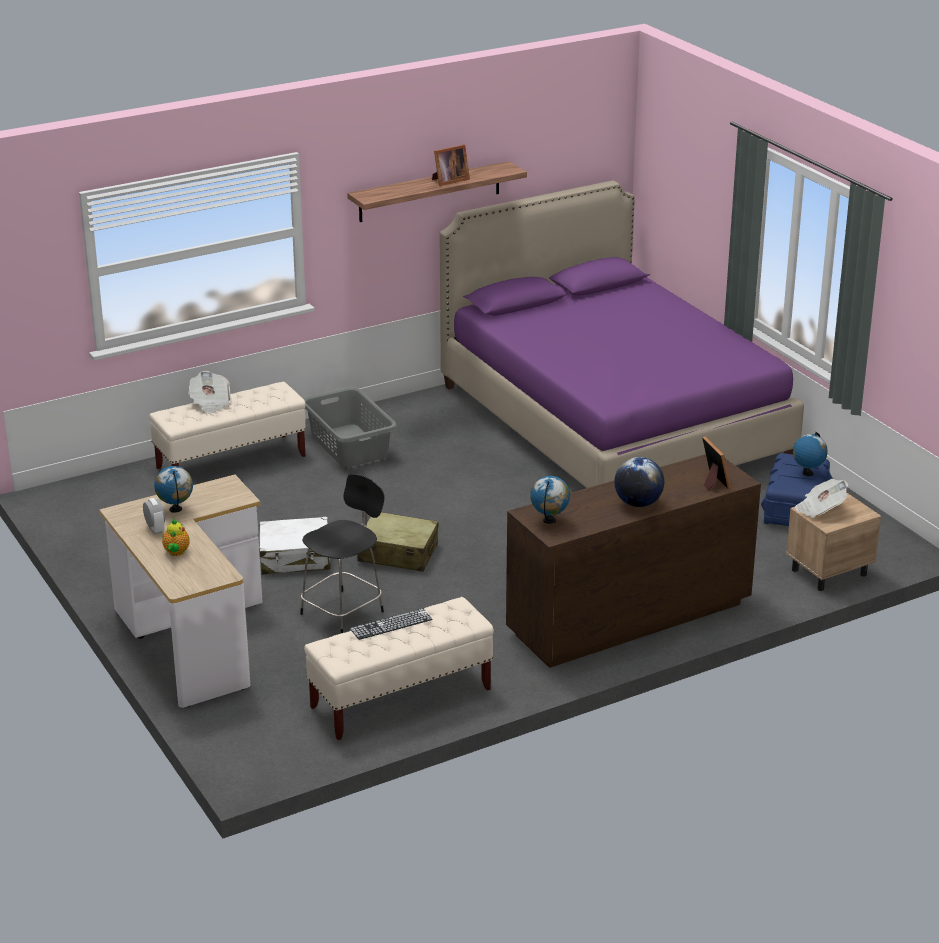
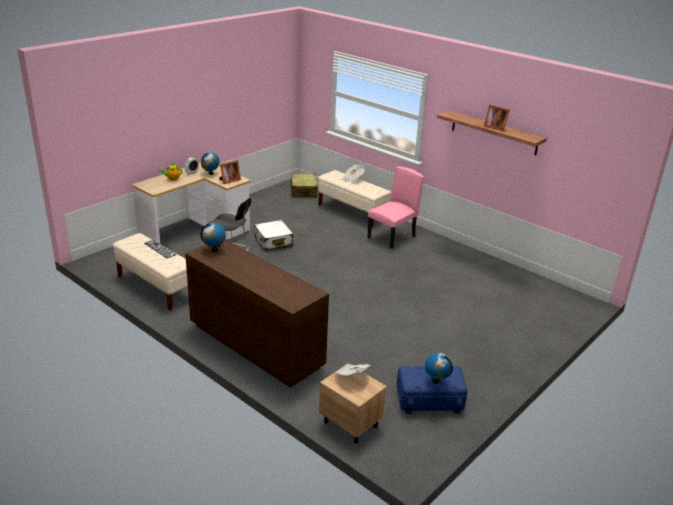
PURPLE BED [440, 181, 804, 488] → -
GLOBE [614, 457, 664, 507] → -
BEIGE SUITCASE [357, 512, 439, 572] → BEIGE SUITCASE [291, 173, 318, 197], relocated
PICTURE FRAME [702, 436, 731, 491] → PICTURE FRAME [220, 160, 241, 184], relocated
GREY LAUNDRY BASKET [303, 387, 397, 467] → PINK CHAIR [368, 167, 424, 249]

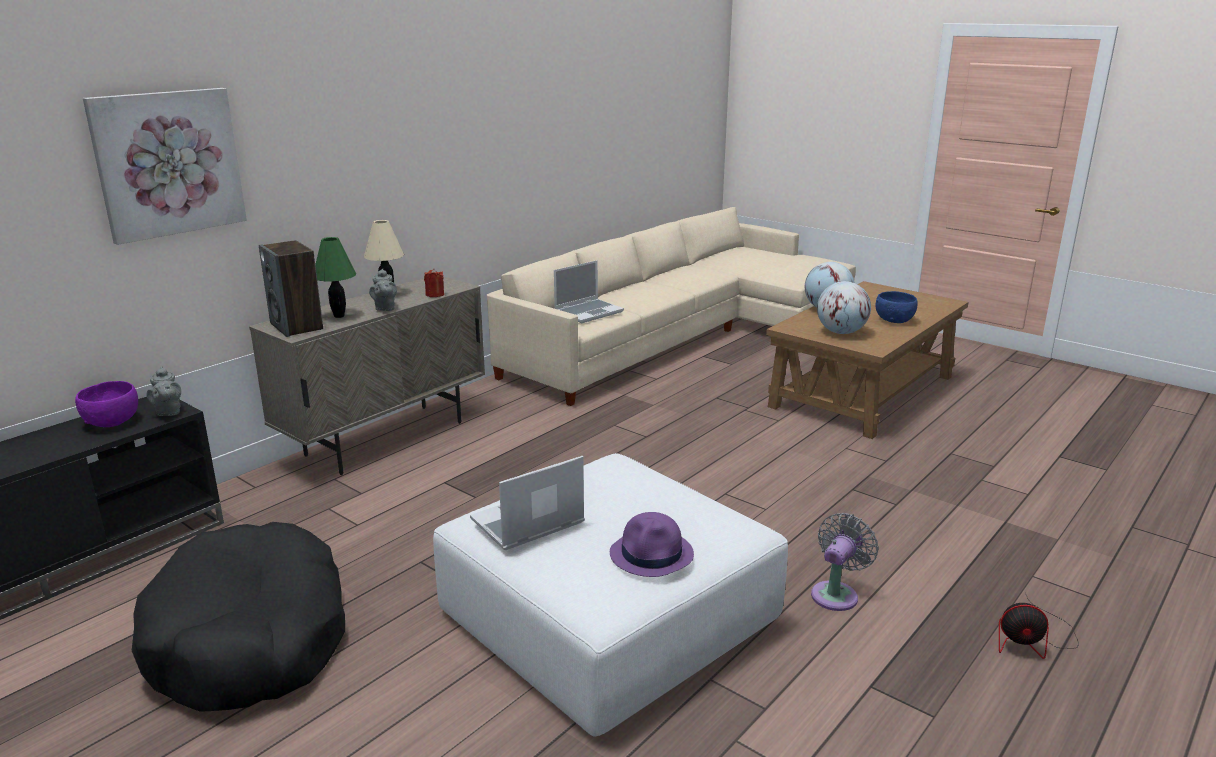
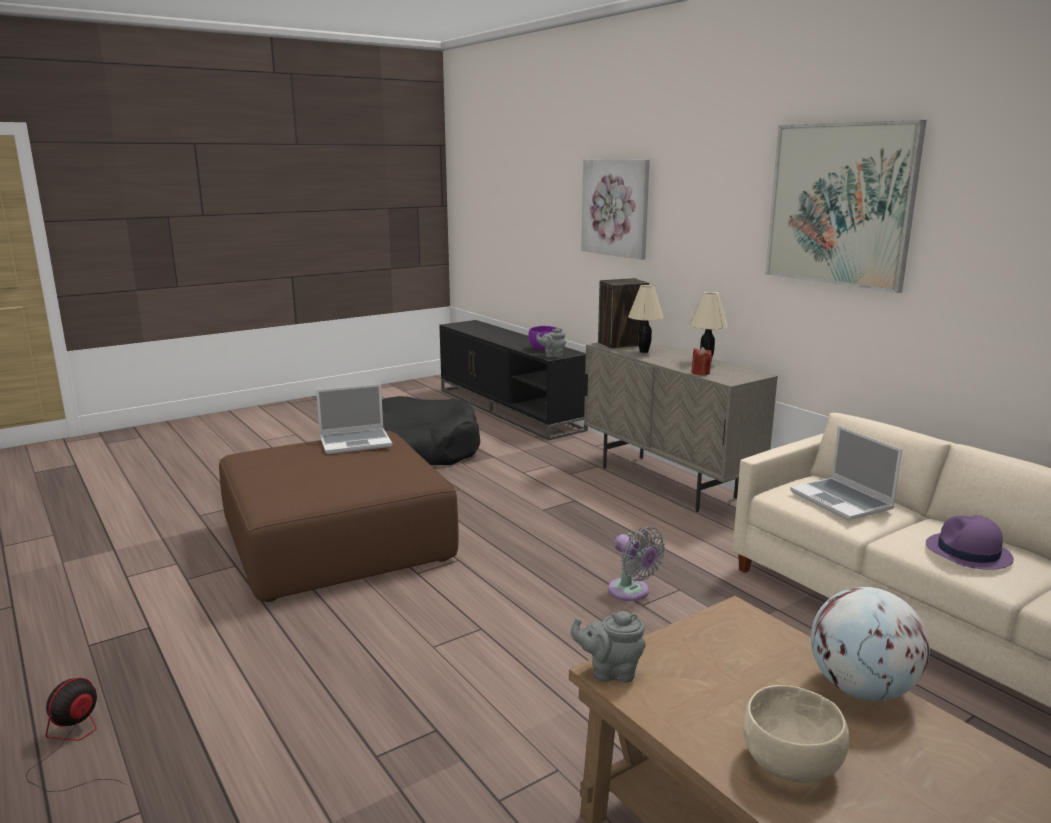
GLOBE [817, 281, 871, 334] → -
- → PICTURE [765, 120, 926, 293]
GREY TEAPOT [369, 269, 397, 311] → GREY TEAPOT [571, 611, 646, 683], relocated
PURPLE HAT [610, 512, 694, 577] → PURPLE HAT [926, 515, 1014, 570], relocated
GREY FAN [811, 513, 879, 611] → GREY FAN [608, 527, 666, 601], relocated
GREEN TABLE LAMP [315, 237, 356, 318] → BEIGE TABLE LAMP [628, 285, 663, 353]
WHITE OTTOMAN [433, 453, 788, 737] → BROWN OTTOMAN [219, 431, 458, 602]
BLUE BOWL [876, 291, 918, 323] → BEIGE BOWL [742, 685, 849, 783]
LAPTOP [470, 456, 585, 550] → LAPTOP [316, 384, 392, 454], 90 degrees clockwise

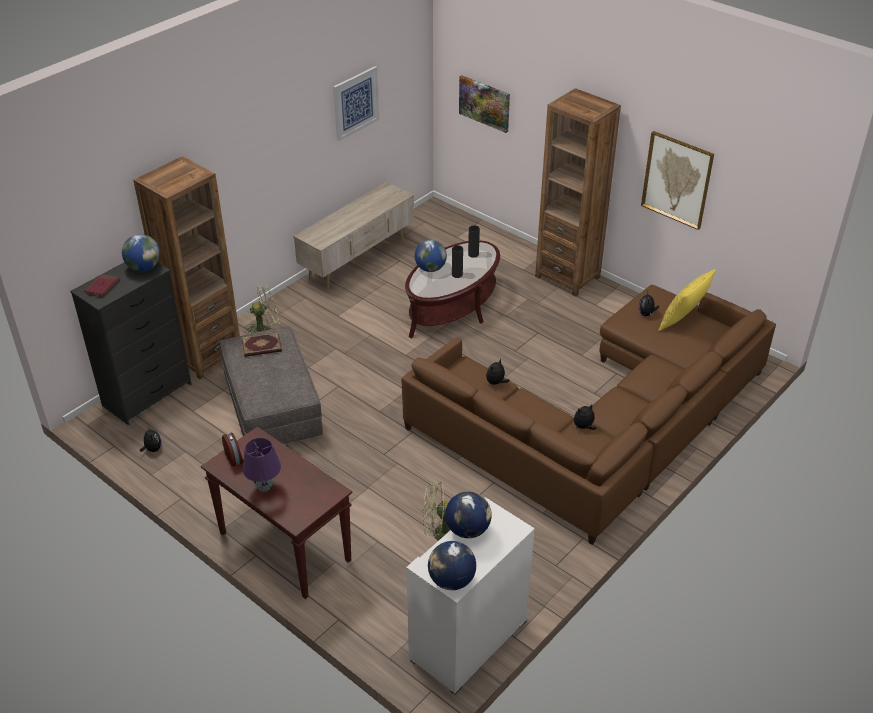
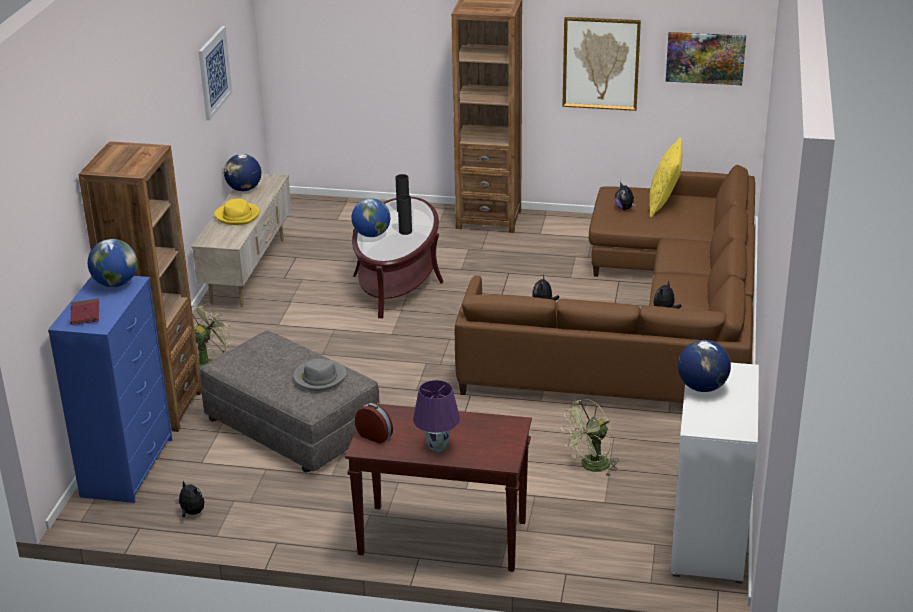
BOOK [242, 332, 282, 357] → -
- → YELLOW HAT [214, 199, 260, 225]
- → GREY HAT [293, 359, 346, 391]
GLOBE [428, 541, 476, 590] → GLOBE [224, 154, 261, 191], relocated
PICTURE [459, 75, 510, 133] → PICTURE [666, 32, 746, 85], relocated
BLACK DRESSER [70, 262, 192, 425] → BLUE DRESSER [48, 276, 173, 503]

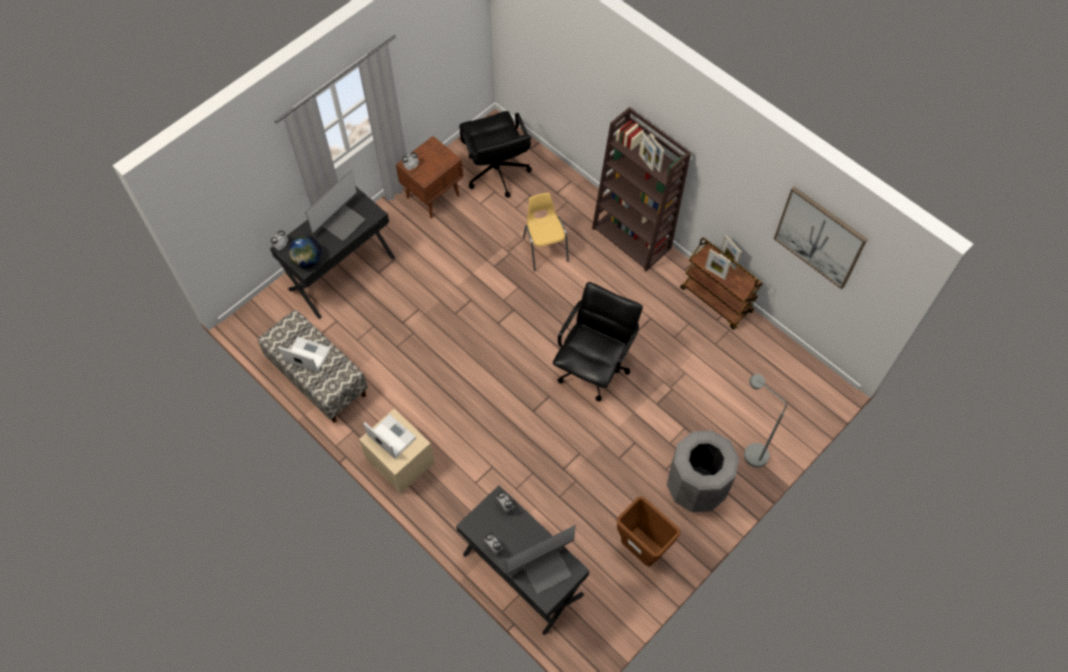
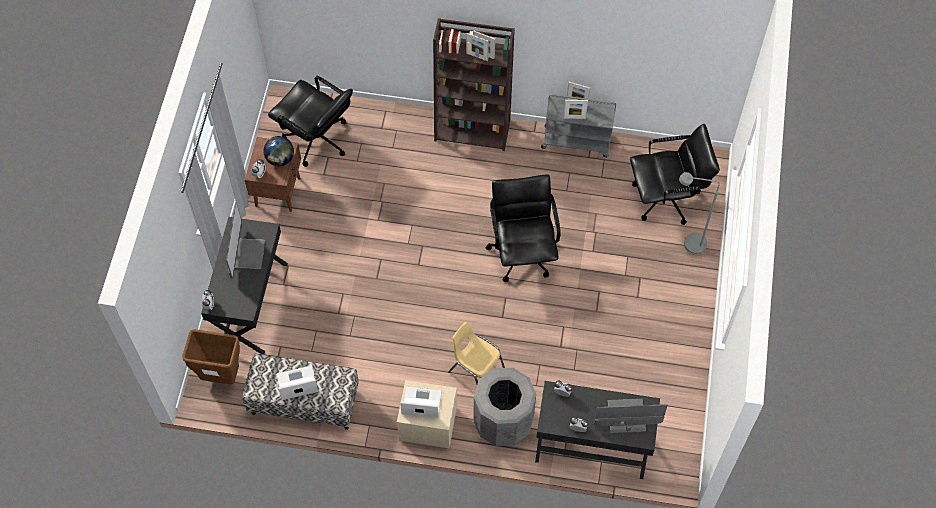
PICTURE [774, 187, 868, 289] → -
- → BLACK OFFICE CHAIR [630, 124, 720, 225]
GLOBE [289, 236, 321, 268] → GLOBE [264, 136, 294, 166], relocated
YELLOW CHAIR [523, 193, 569, 271] → YELLOW CHAIR [448, 322, 505, 384], relocated
BROWN TRASH CAN [617, 496, 681, 566] → BROWN TRASH CAN [182, 329, 240, 385], relocated
GREY TRASH CAN [667, 430, 739, 512] → GREY TRASH CAN [474, 368, 536, 446], relocated
BROWN CART [680, 238, 763, 330] → GREY CART [541, 94, 616, 157]
MONITOR [506, 525, 576, 594] → MONITOR [594, 399, 668, 433], 120 degrees counterclockwise

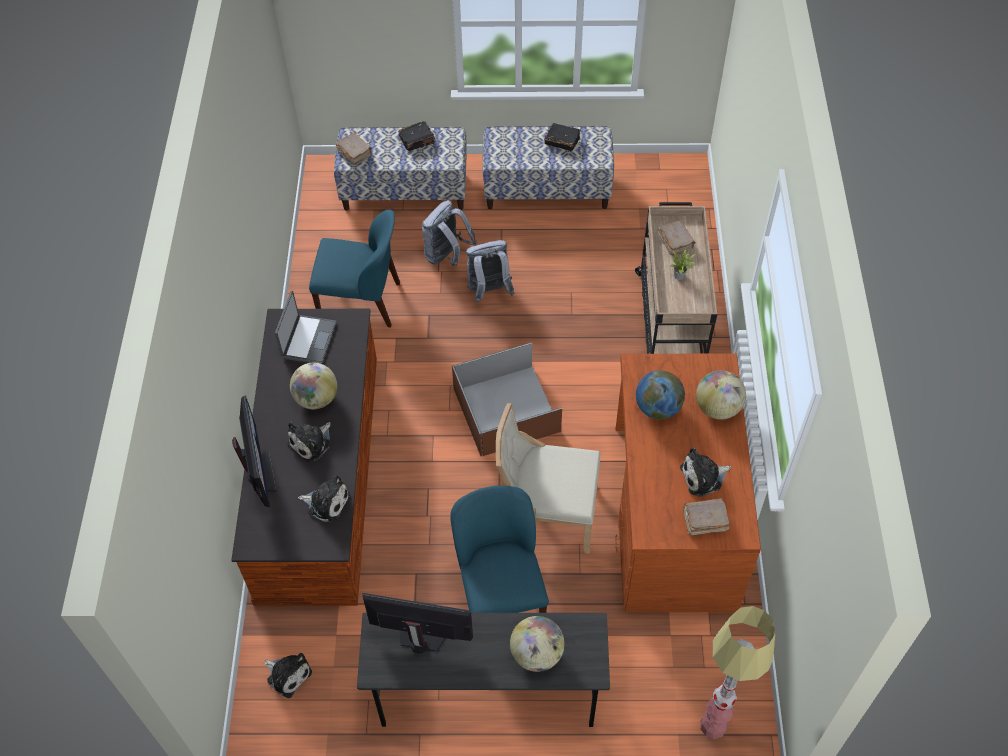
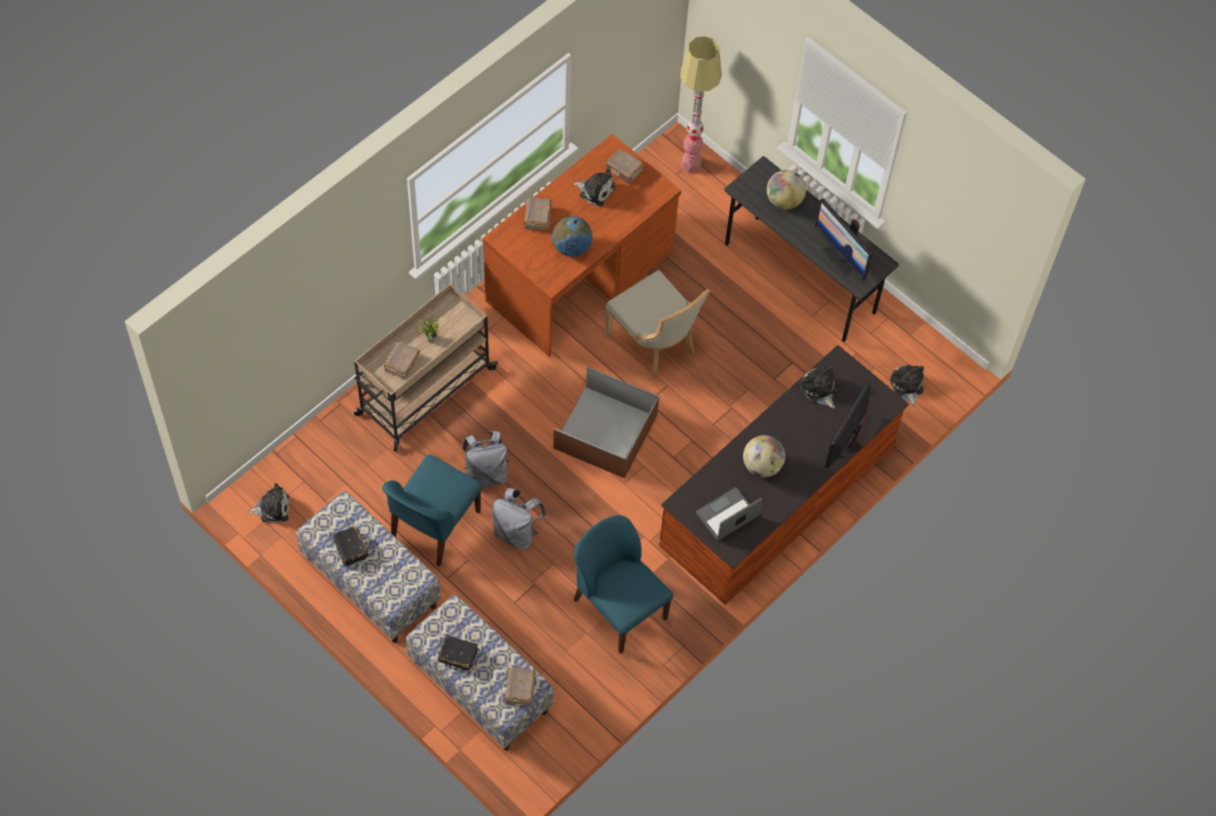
PLUSH TOY [287, 422, 331, 462] → PLUSH TOY [248, 483, 289, 523], relocated
GREY BACKPACK [422, 201, 477, 267] → GREY BACKPACK [462, 431, 509, 487], relocated
BLUE CHAIR [450, 485, 549, 613] → BLUE CHAIR [382, 454, 482, 567], relocated
GLOBE [696, 370, 746, 420] → BROWN BOOK [524, 197, 552, 231]

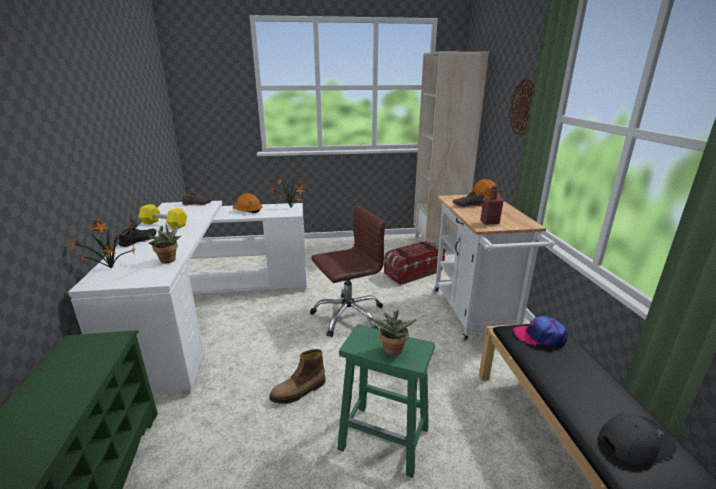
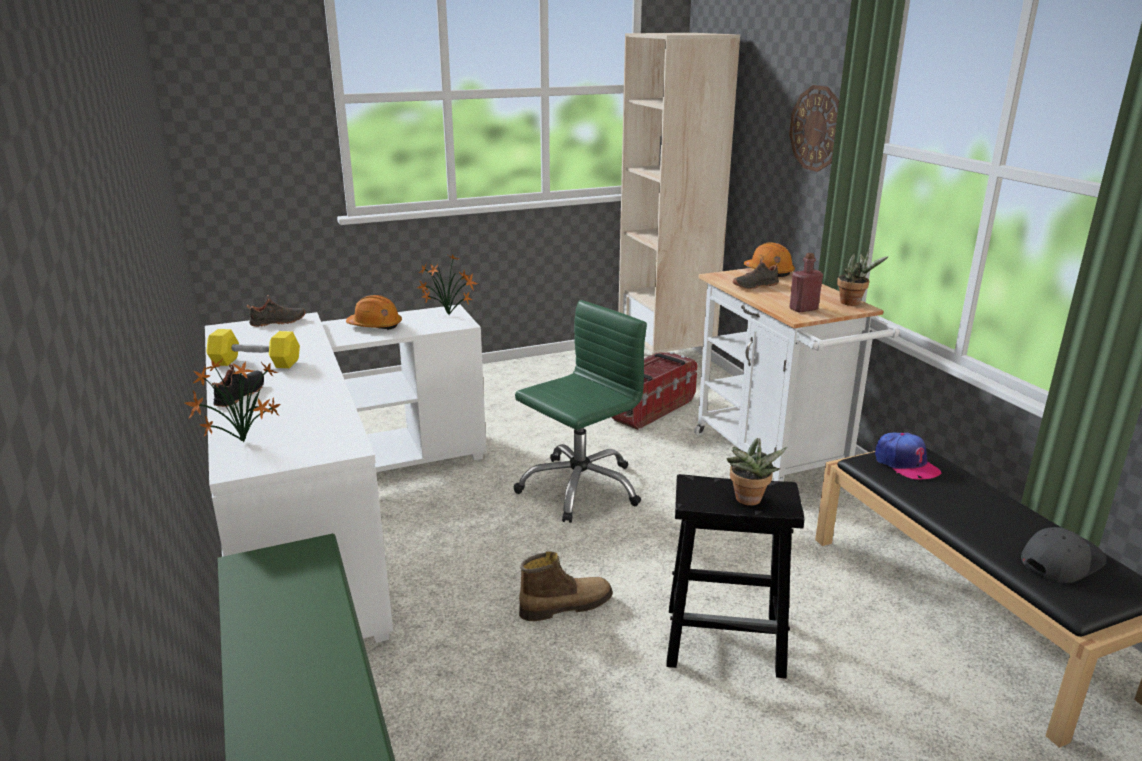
POTTED PLANT [149, 224, 181, 264] → POTTED PLANT [837, 249, 889, 306], relocated
BROWN OFFICE CHAIR [310, 205, 386, 337] → GREEN OFFICE CHAIR [514, 300, 647, 523]
GREEN STOOL [337, 324, 435, 478] → BLACK STOOL [666, 474, 804, 678]
BOOT [269, 349, 326, 404] → BOOT [519, 552, 613, 621], 150 degrees counterclockwise
CAP [513, 316, 568, 348] → CAP [875, 433, 941, 480], 120 degrees counterclockwise

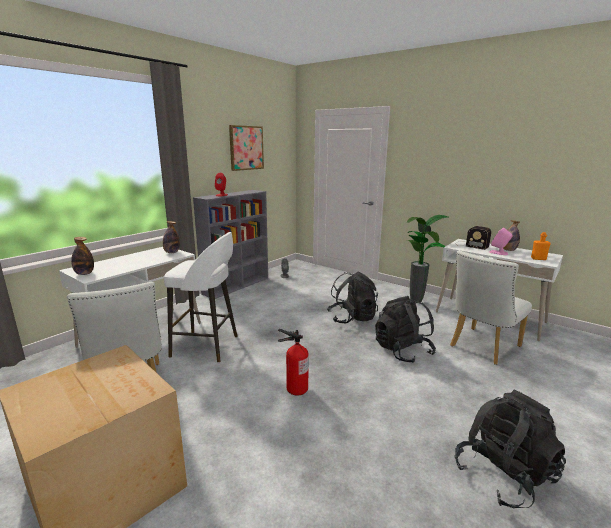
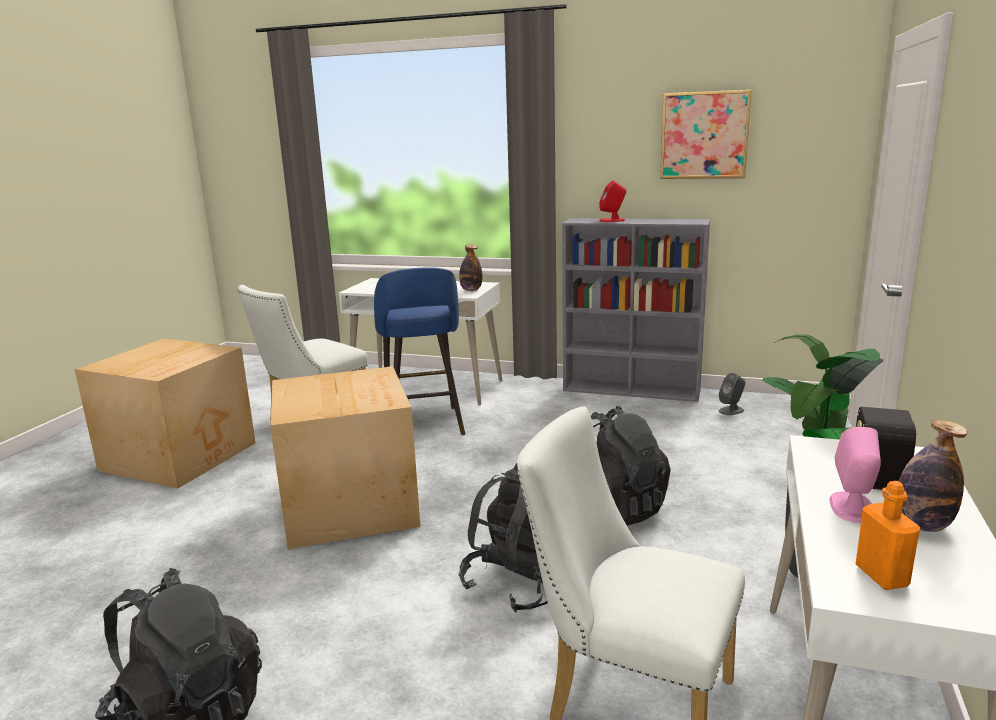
BOTTLE [71, 237, 94, 275] → -
FIRE EXTINGUISHER [278, 329, 309, 396] → CARDBOARD BOX [270, 366, 420, 549]
WHITE STOOL [164, 232, 237, 363] → BLUE STOOL [374, 267, 465, 435]

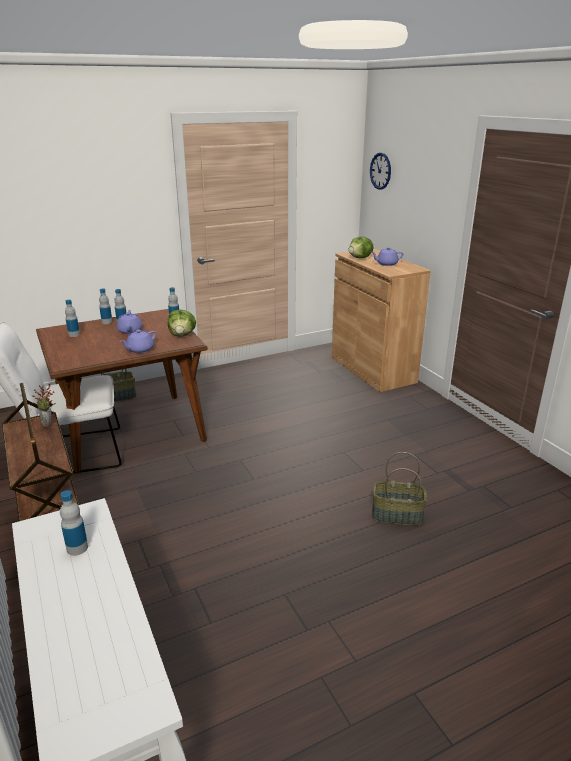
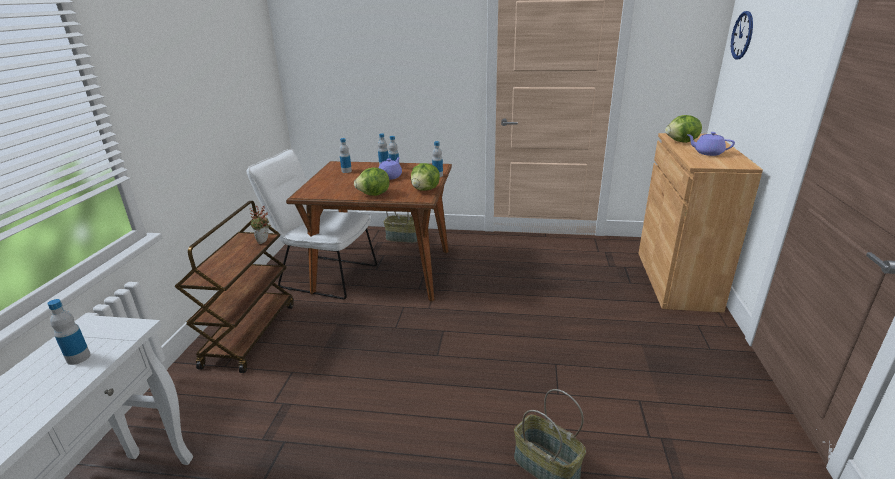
PURPLE TEAPOT [120, 330, 156, 353] → LETTUCE [354, 167, 390, 196]

